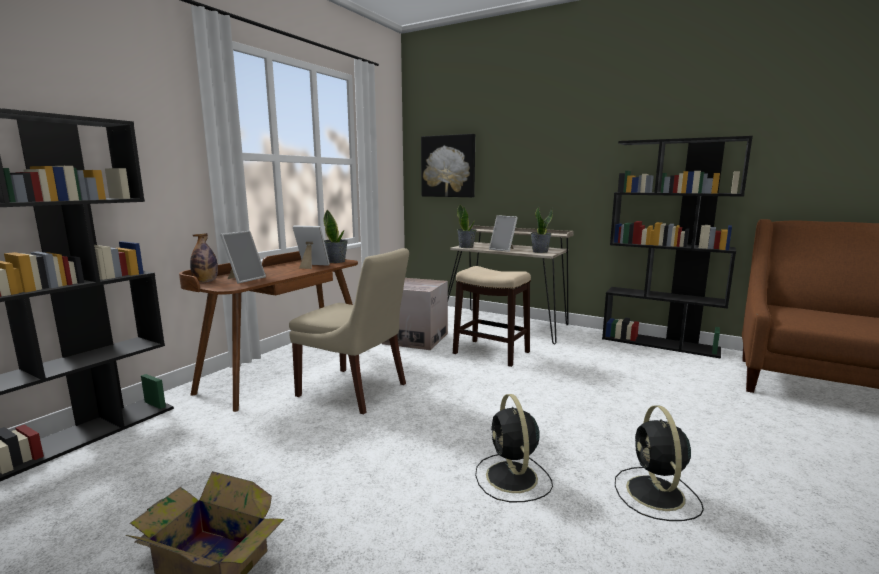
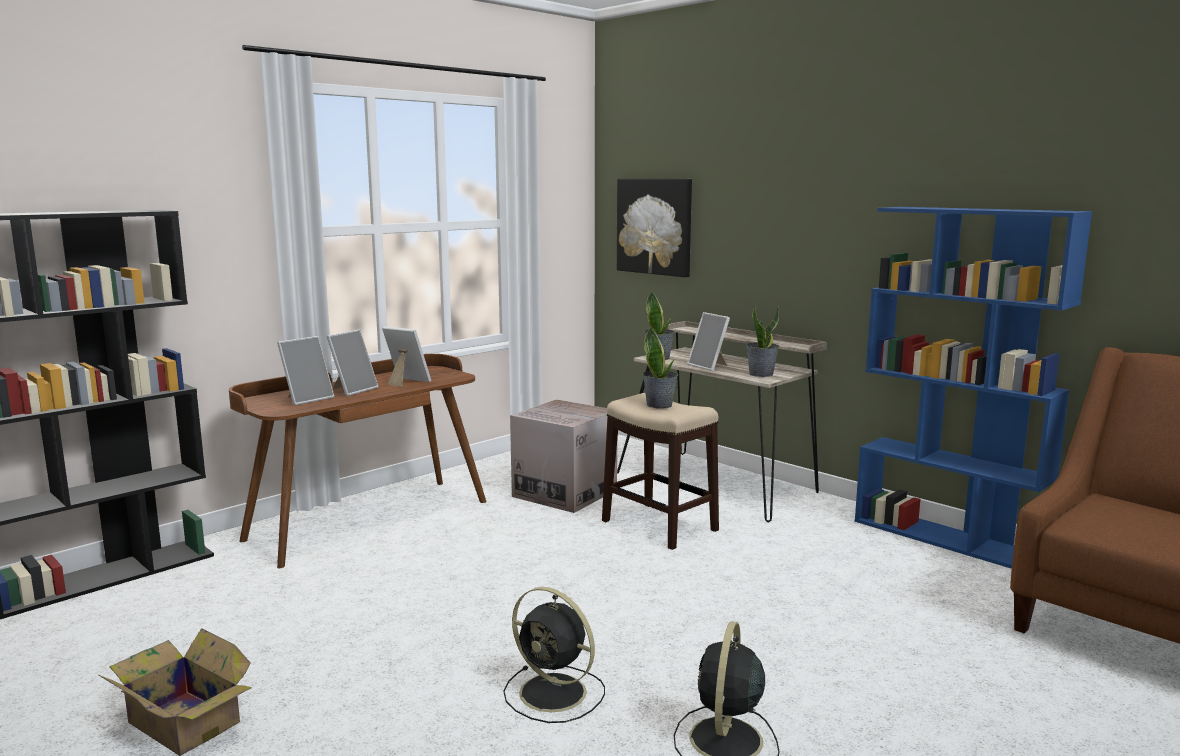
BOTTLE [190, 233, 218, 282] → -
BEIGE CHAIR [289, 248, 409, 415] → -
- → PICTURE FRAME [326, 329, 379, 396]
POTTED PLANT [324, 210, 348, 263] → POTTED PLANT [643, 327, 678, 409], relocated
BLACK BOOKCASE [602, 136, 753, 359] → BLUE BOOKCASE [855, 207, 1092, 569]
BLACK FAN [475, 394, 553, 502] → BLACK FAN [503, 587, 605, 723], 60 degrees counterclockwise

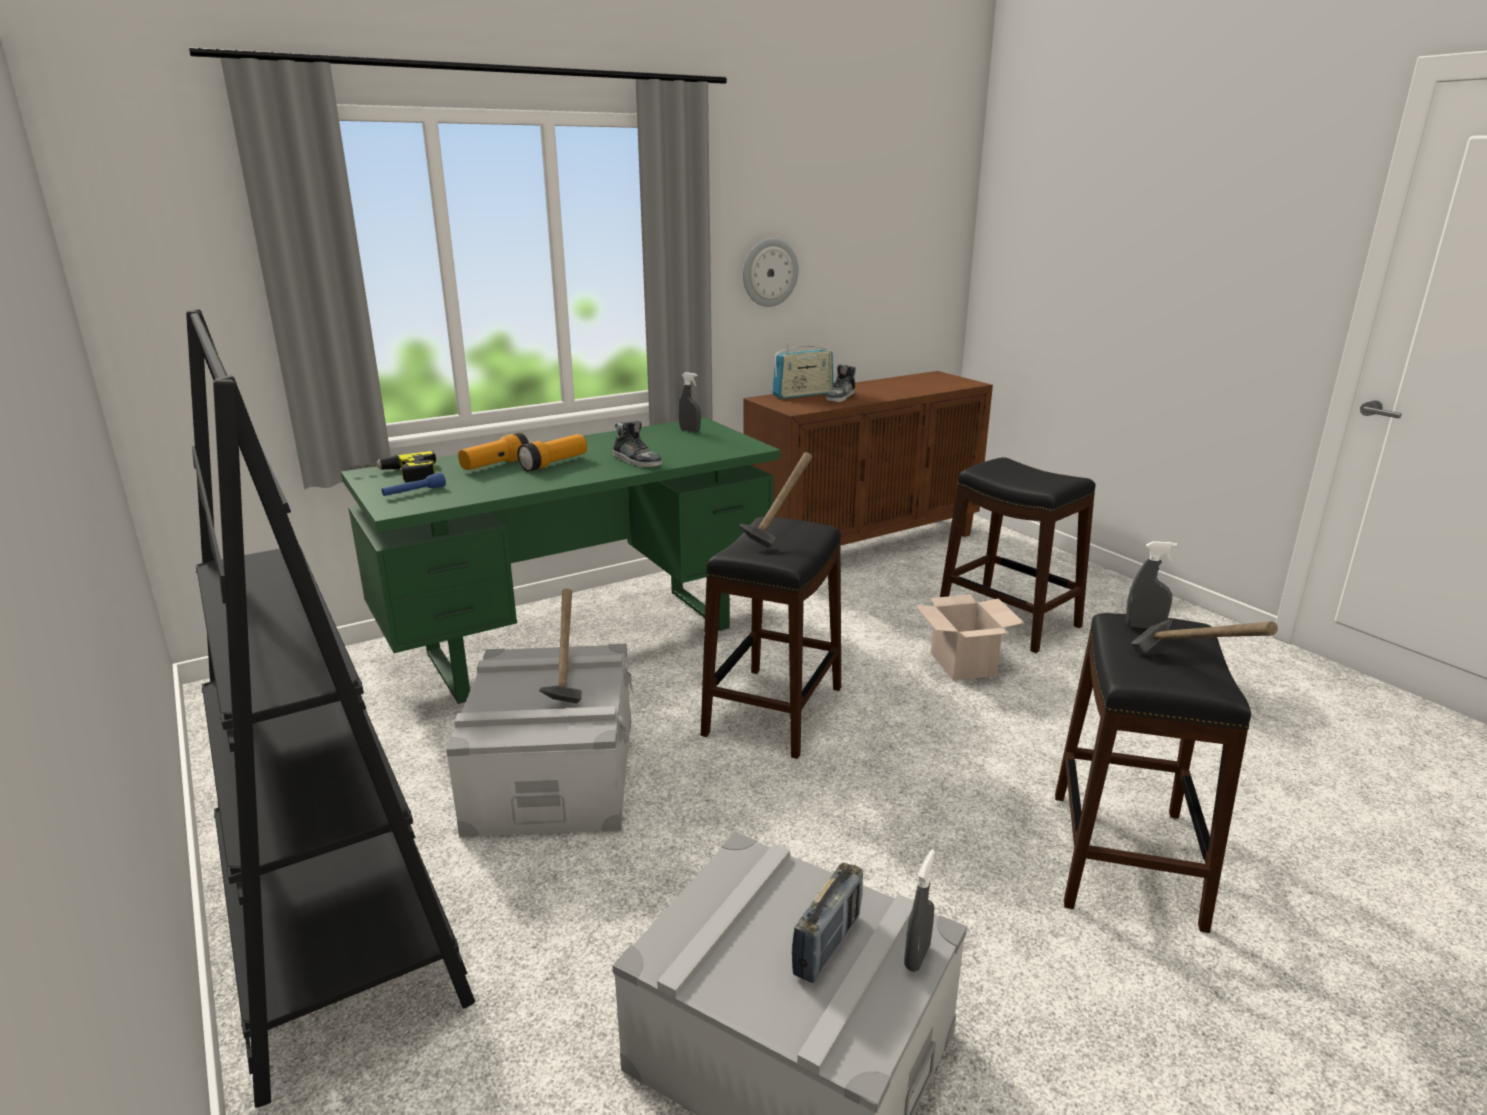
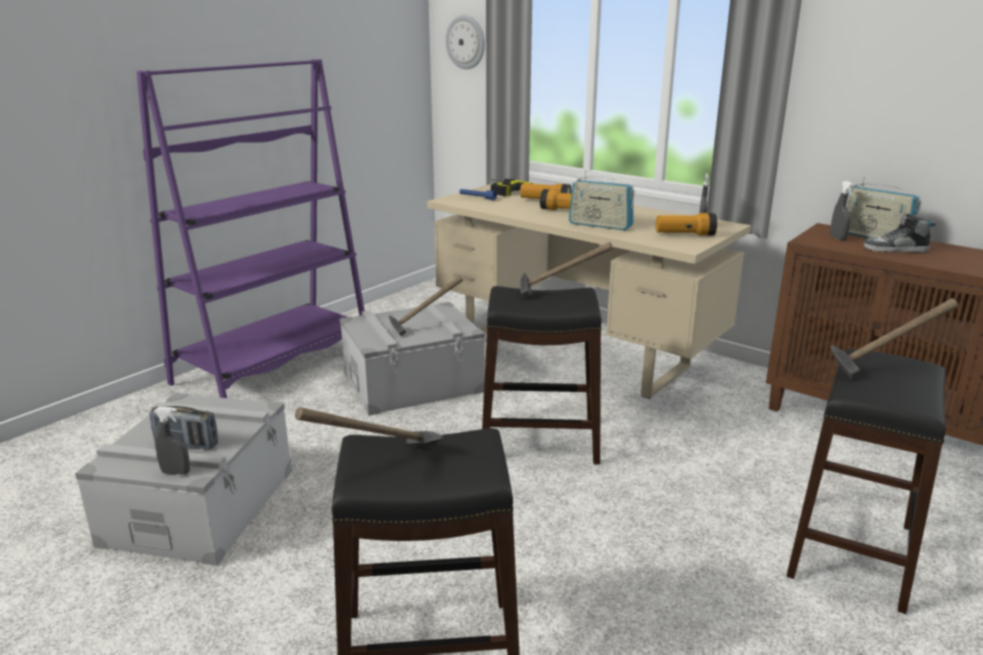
CARDBOARD BOX [915, 594, 1024, 680] → -
- → FLASHLIGHT [656, 213, 717, 236]
- → HAMMER [830, 298, 958, 378]
WALL CLOCK [743, 238, 798, 307] → WALL CLOCK [446, 15, 485, 69], relocated
GREY SPRAY BOTTLE [1126, 541, 1178, 629] → GREY SPRAY BOTTLE [830, 181, 855, 240], relocated
SHOE [613, 421, 662, 468] → RADIO [569, 171, 634, 230]
BLACK BOOKCASE [186, 309, 475, 1108] → PURPLE BOOKCASE [137, 59, 365, 398]
GREEN DESK [341, 417, 780, 704] → BEIGE DESK [427, 182, 751, 399]

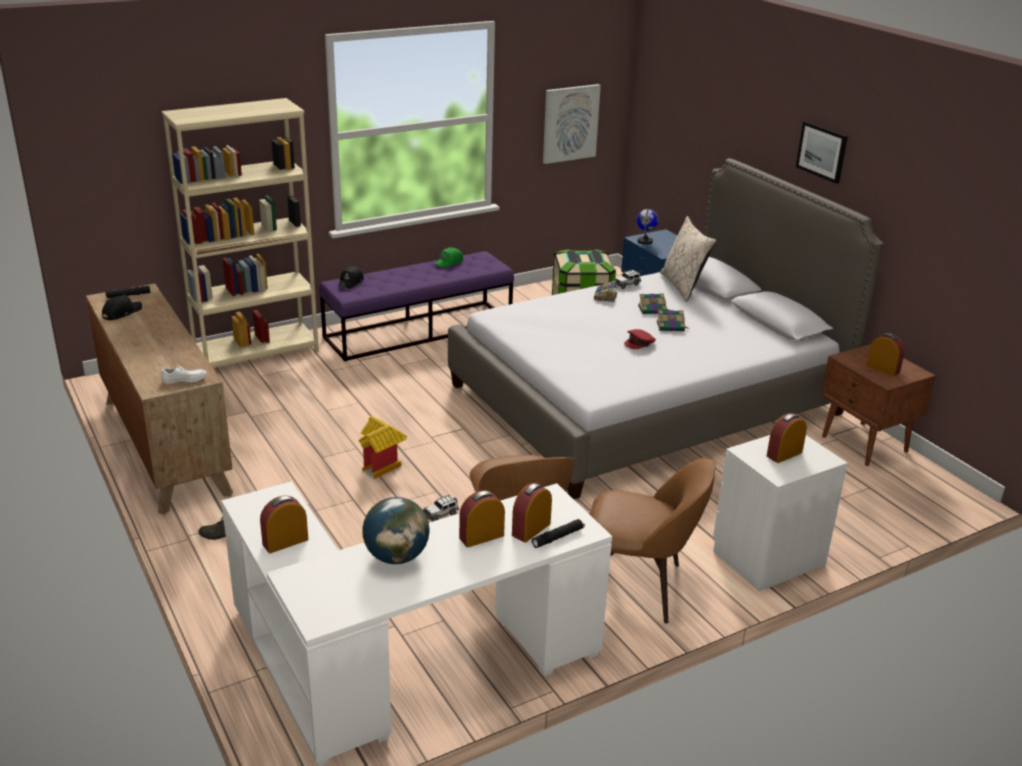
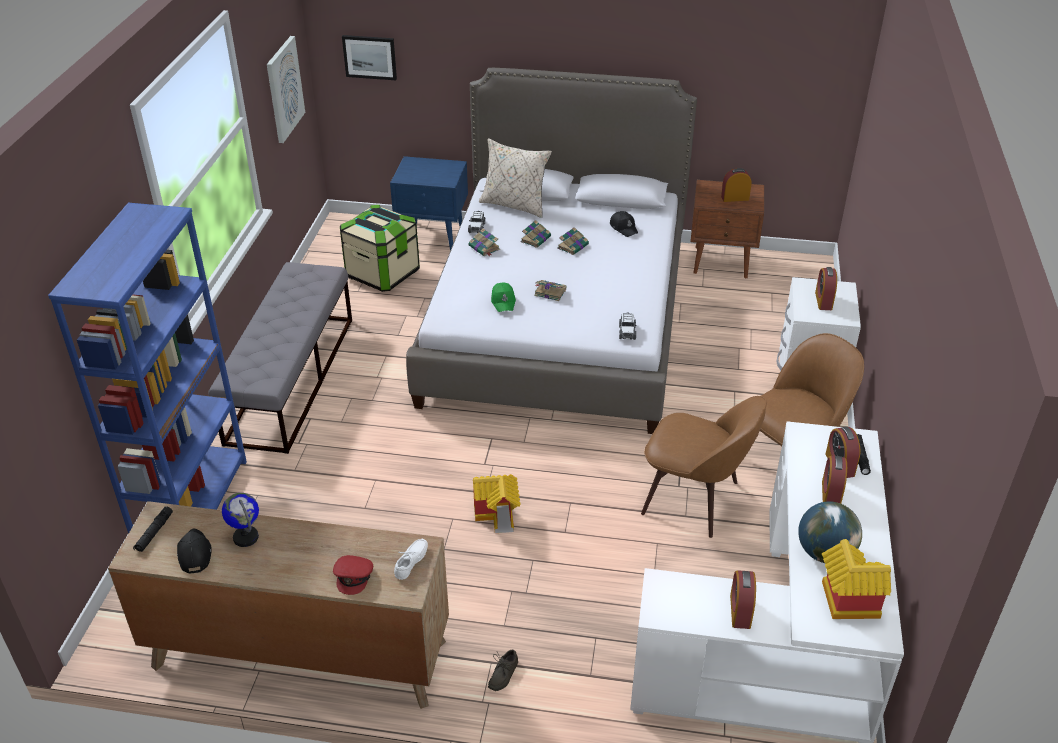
- → BOOK [534, 280, 566, 301]
- → TOY HOUSE [822, 539, 891, 619]
BLACK CAP [338, 266, 364, 289] → BLACK CAP [610, 211, 638, 237], relocated
TOY CAR [423, 495, 459, 522] → TOY CAR [619, 312, 636, 340], relocated
GREEN CAP [434, 247, 463, 268] → GREEN CAP [491, 283, 516, 312], relocated
RED CAP [624, 329, 656, 349] → RED CAP [333, 555, 373, 595], relocated
GLOBE [637, 209, 658, 245] → GLOBE [222, 493, 259, 547], relocated
PICTURE [796, 121, 848, 184] → PICTURE [342, 35, 397, 80], relocated
BEIGE BOOKCASE [162, 98, 319, 368] → BLUE BOOKCASE [48, 203, 247, 534]
PURPLE BENCH [319, 251, 514, 362] → GREY BENCH [208, 262, 352, 454]

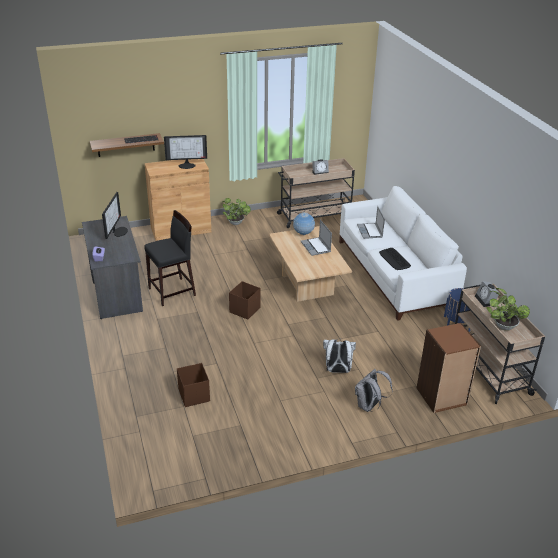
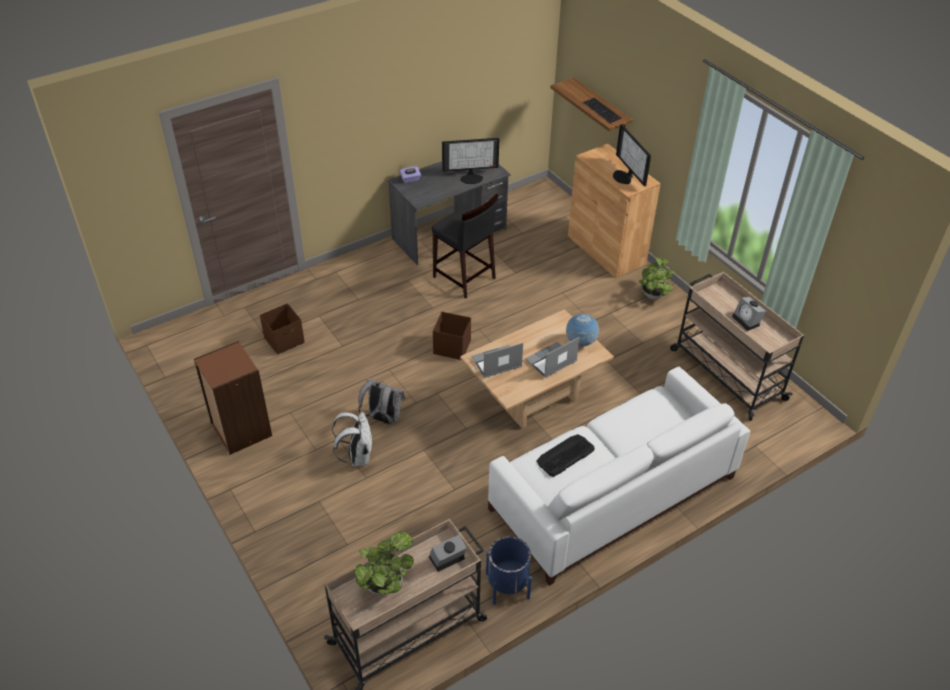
GREY BACKPACK [355, 369, 393, 412] → GREY BACKPACK [358, 378, 405, 425], relocated
LAPTOP [357, 206, 385, 239] → LAPTOP [471, 343, 523, 378], relocated
BROWN BOOKCASE [417, 323, 481, 413] → BROWN BOOKCASE [194, 341, 272, 455], relocated

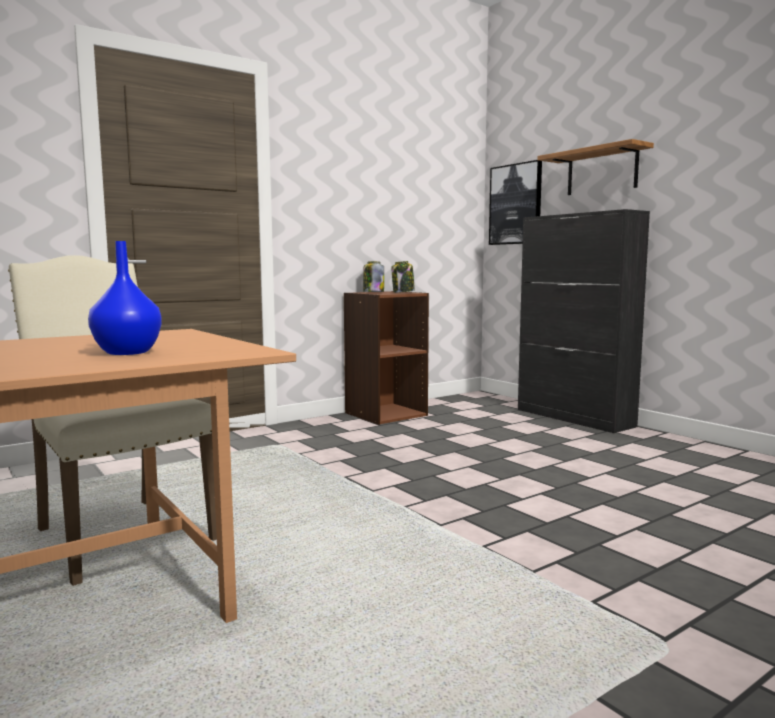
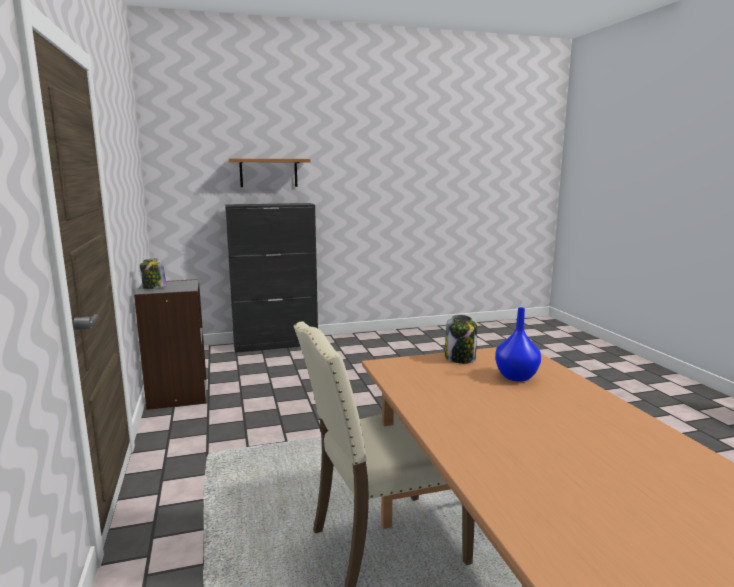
PICTURE [489, 160, 542, 245] → -
JAR [391, 261, 415, 293] → JAR [445, 315, 477, 364], relocated
BROWN BOOKCASE [344, 291, 429, 425] → GREY BOOKCASE [134, 279, 207, 410]

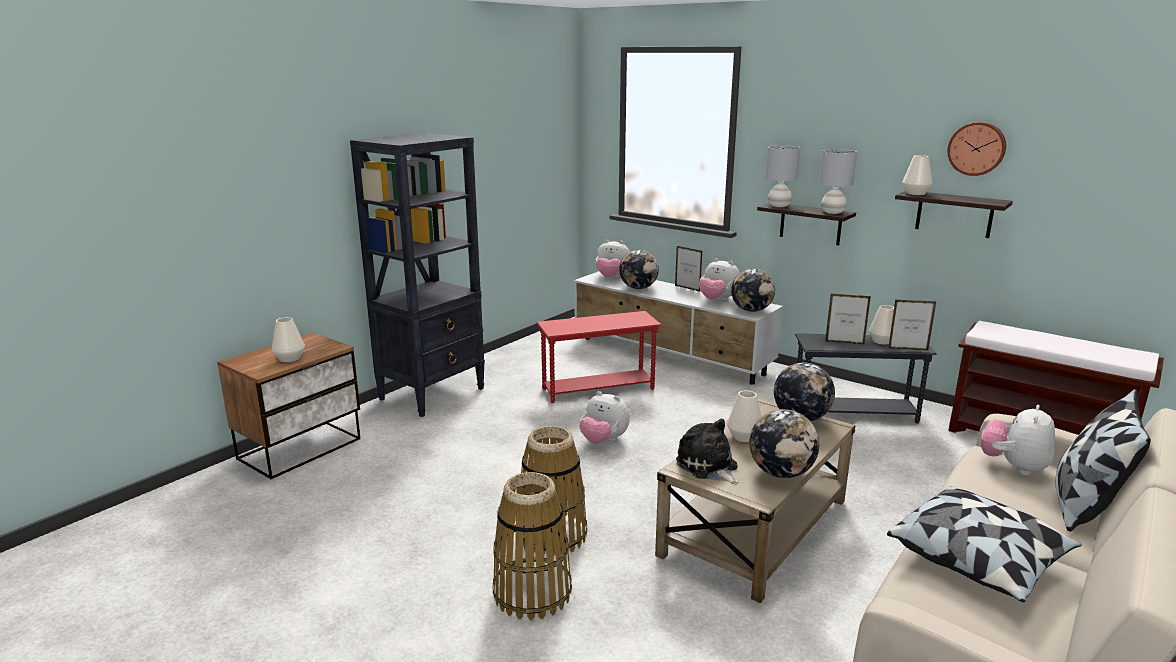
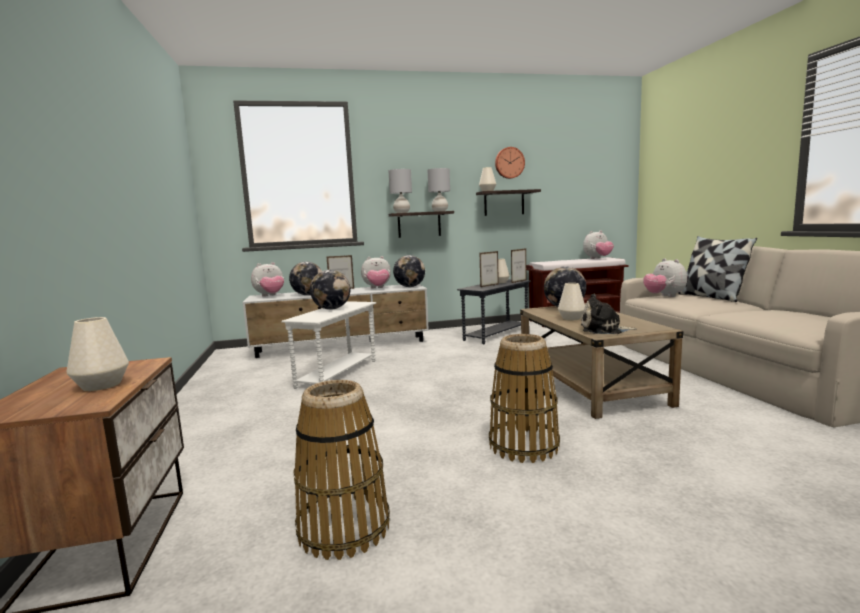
BLACK BOOKCASE [350, 133, 485, 417] → -
PILLOW [887, 486, 1082, 602] → -
BASKET [493, 472, 572, 620] → BASKET [293, 380, 390, 560], relocated
PLUSH TOY [579, 391, 630, 444] → PLUSH TOY [583, 230, 614, 259], relocated
GLOBE [749, 409, 819, 478] → GLOBE [310, 270, 350, 310], relocated
RED SIDE TABLE [537, 311, 662, 403] → WHITE SIDE TABLE [281, 301, 376, 389]

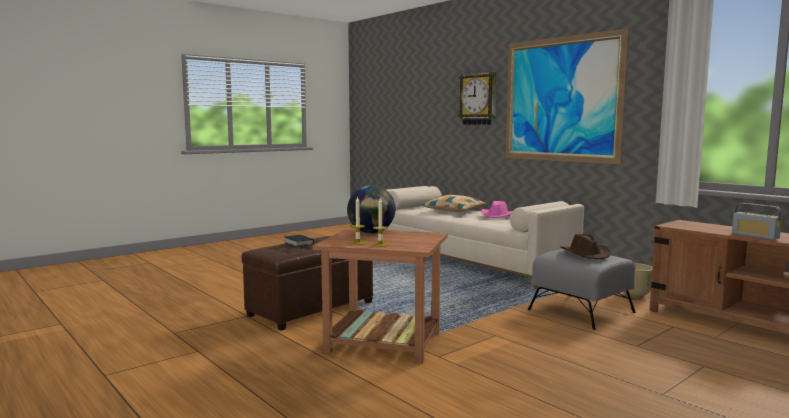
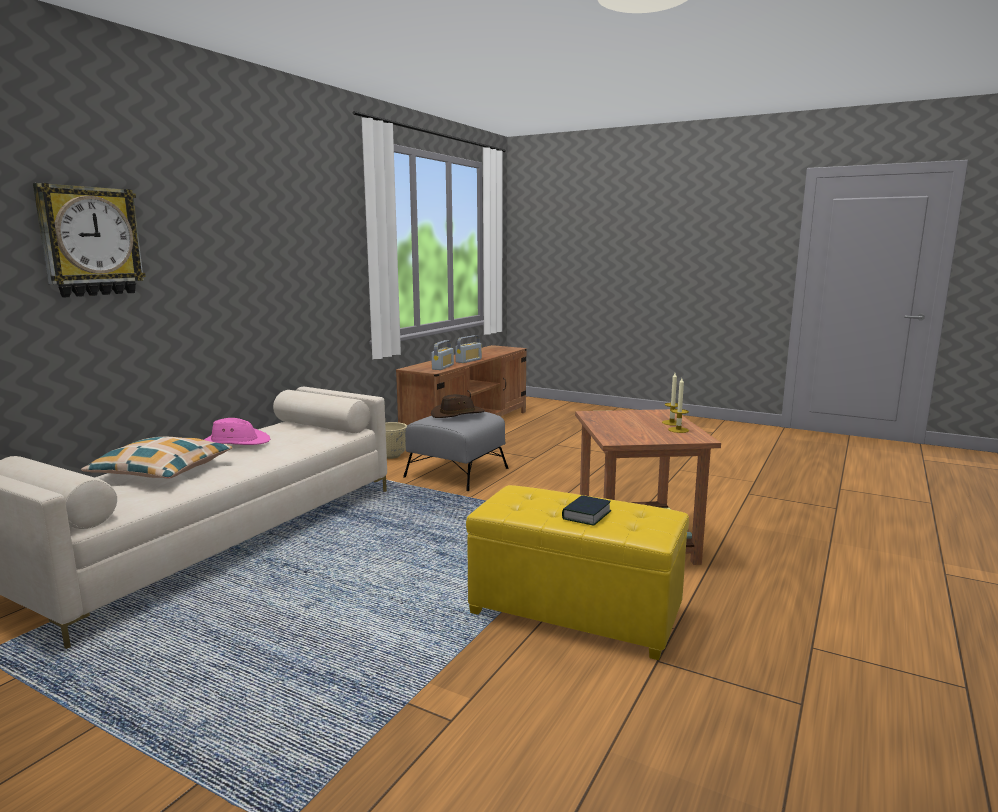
GLOBE [347, 185, 395, 234] → -
PICTURE [506, 28, 629, 165] → -
- → RADIO [431, 340, 454, 370]
BROWN OTTOMAN [242, 236, 373, 331] → YELLOW OTTOMAN [466, 485, 689, 660]

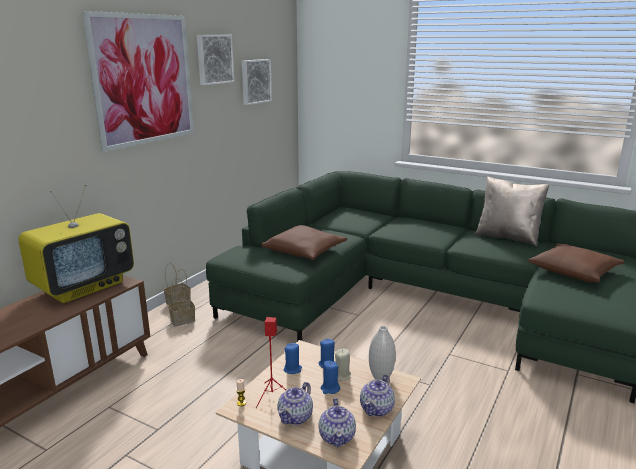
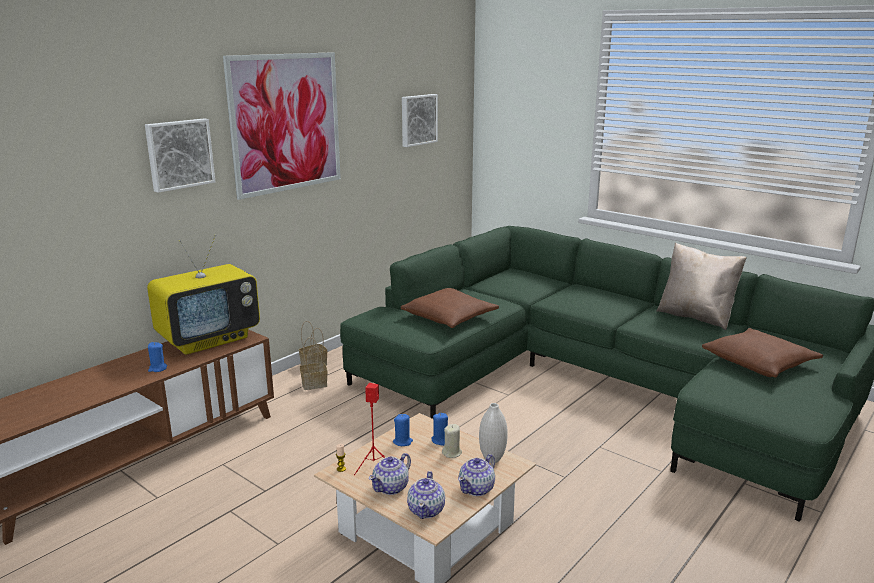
PICTURE [197, 35, 234, 85] → PICTURE [145, 118, 215, 193], relocated
BLUE CANDLE [321, 361, 340, 394] → BLUE CANDLE [148, 342, 167, 372], relocated

